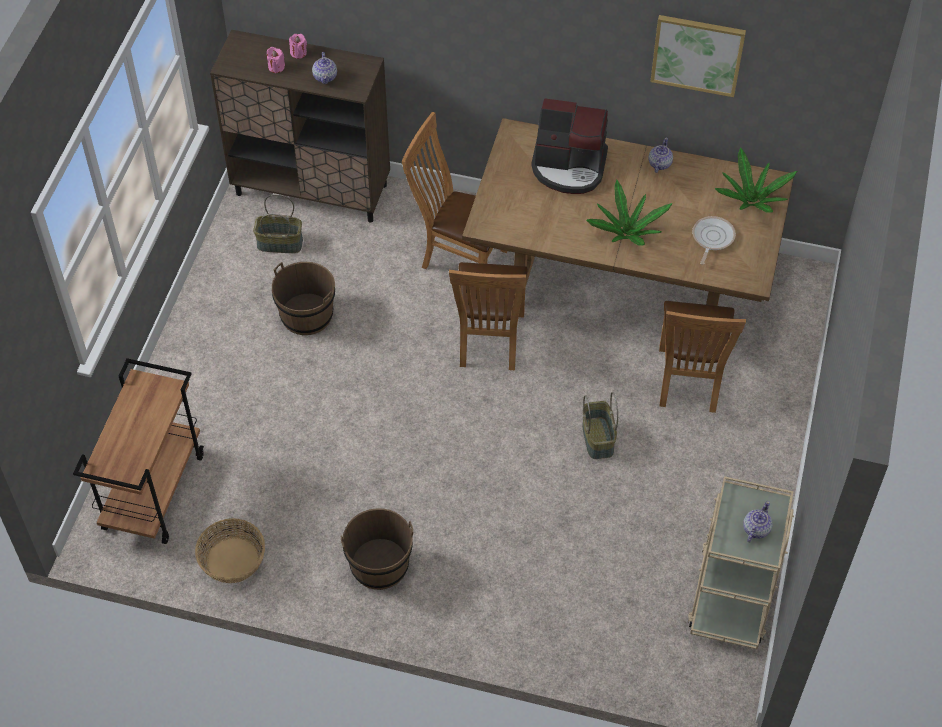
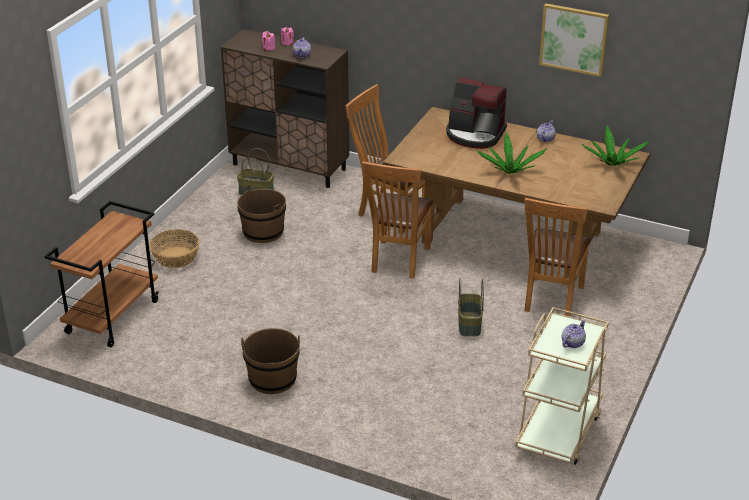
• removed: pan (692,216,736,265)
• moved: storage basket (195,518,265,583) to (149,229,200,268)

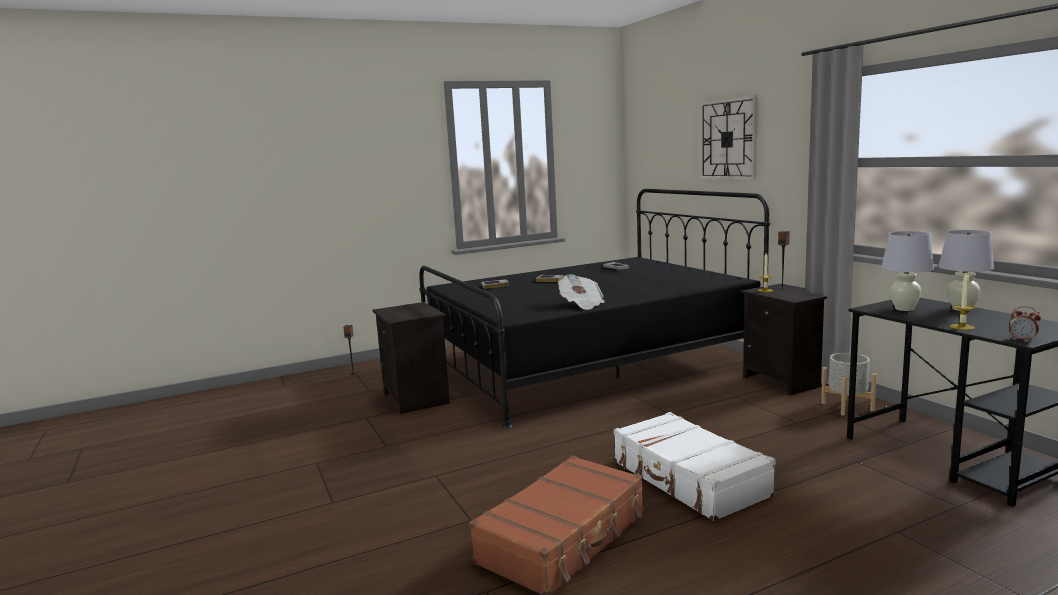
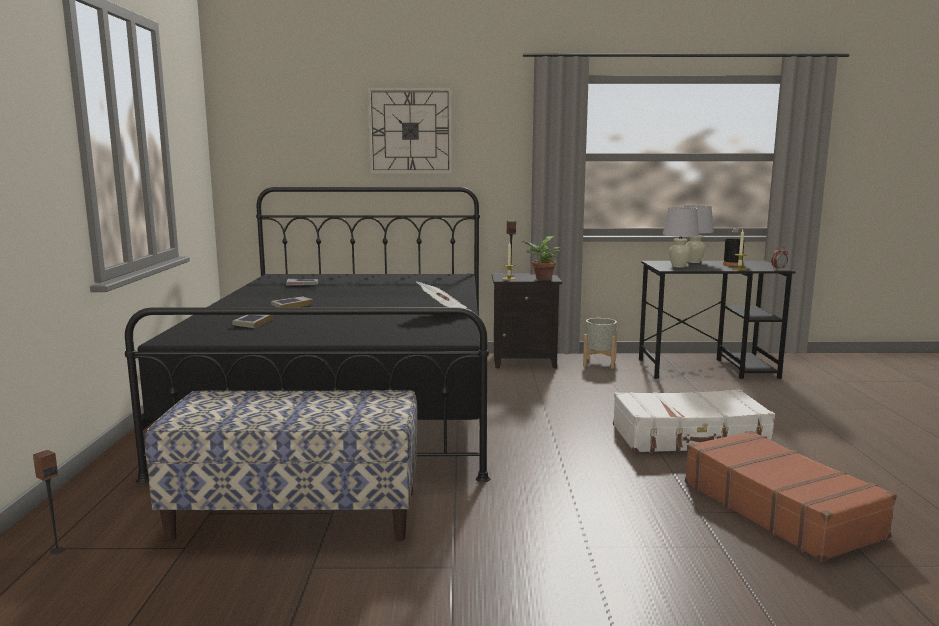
• added: plant in a pot (522,236,561,281)
• added: drink bottle/blackish (723,229,744,266)
• replaced: night table/blackish (373,302,450,414) to indoor bench (145,390,417,541)

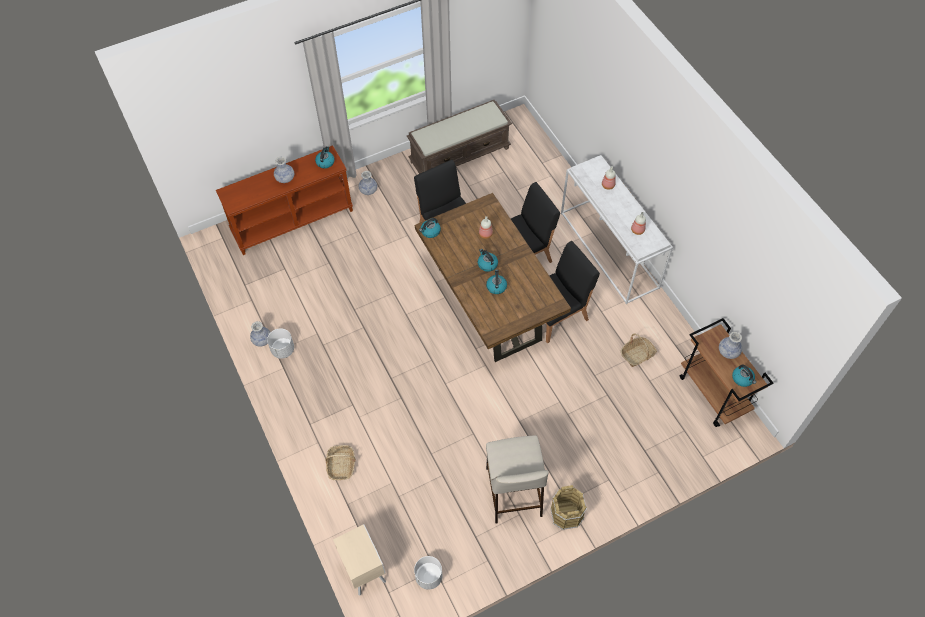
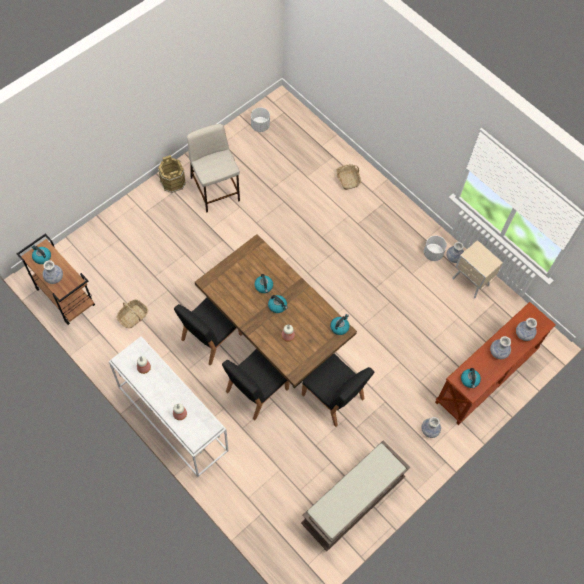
• added: vase (516,318,537,341)
• moved: night table/beige (333,525,386,595) to (453,240,503,299)

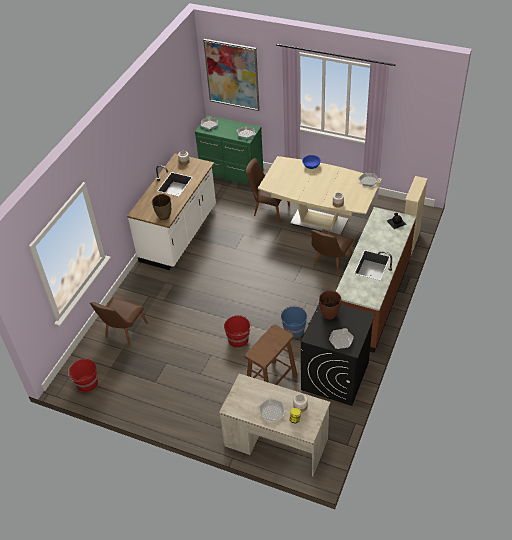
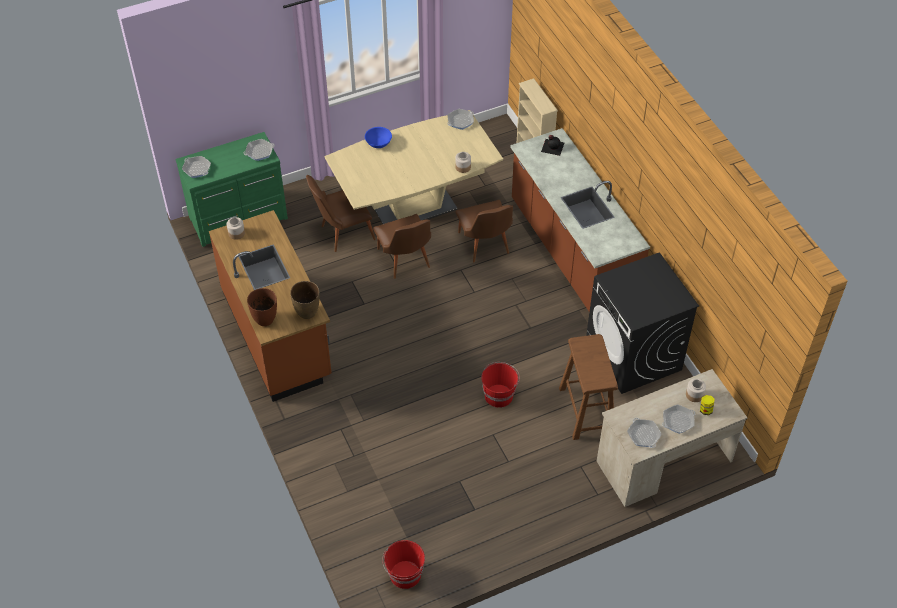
• removed: picture (203,39,260,111)
• removed: bucket/bluish (280,306,307,338)
• moved: plain chair/brownish (90,297,148,346) to (373,214,431,279)
• moved: vase/brownish (319,290,341,320) to (247,288,277,326)
• moved: pan (329,328,354,349) to (627,418,662,448)
• recoloured: counter/whitish (127,154,216,270) to counter/brownish (209,210,332,402)

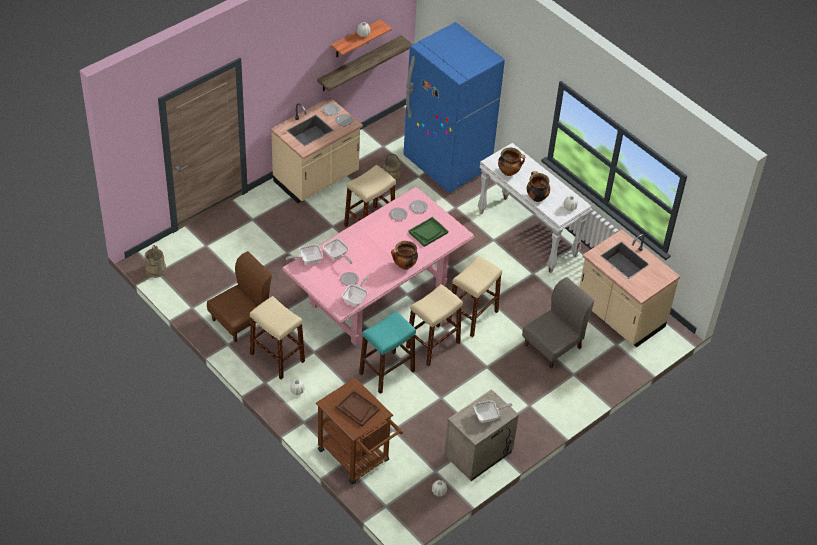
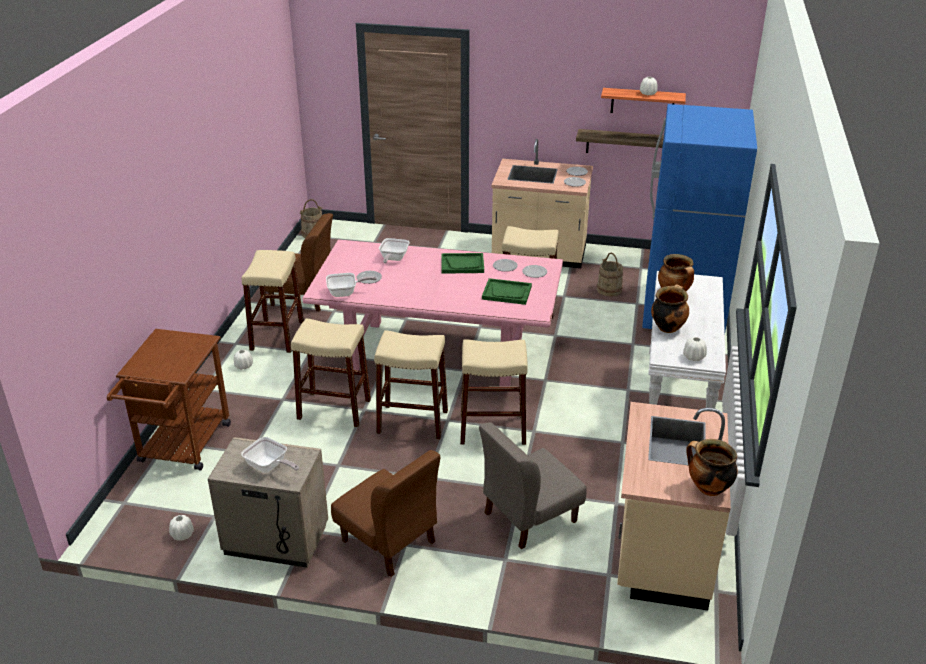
• removed: pan (286,244,323,265)
• removed: serving tray/brownish (335,390,380,427)
• added: plain chair/brownish (331,450,440,577)
• added: serving tray/greenish (441,253,484,274)
• moved: cooking pot (391,241,418,270) to (686,439,738,496)
• recoloured: stool/turquoise (359,311,416,394) to stool/beige (291,318,371,427)
• turned: plain chair/grey (522,277,594,368) = (479,422,586,549) 135 degrees clockwise

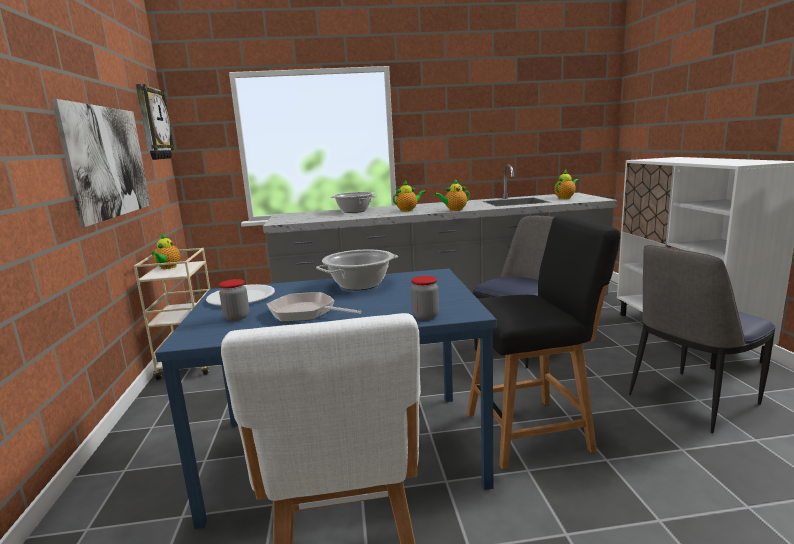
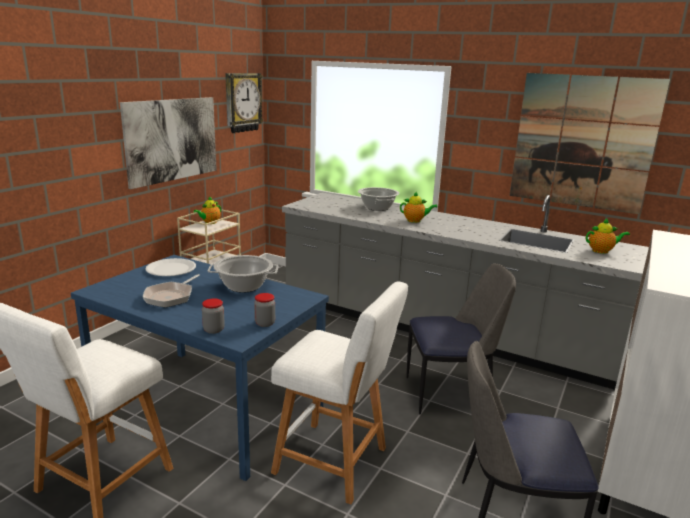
• removed: teapot (434,179,470,211)
• added: picture (509,73,670,214)
• moved: jar (219,279,249,321) to (254,293,275,327)
• recoloured: stool/blackish (467,215,621,469) to stool/whitish (271,281,408,504)
• turned: pan (267,292,362,322) = (143,274,200,308) 135 degrees counterclockwise

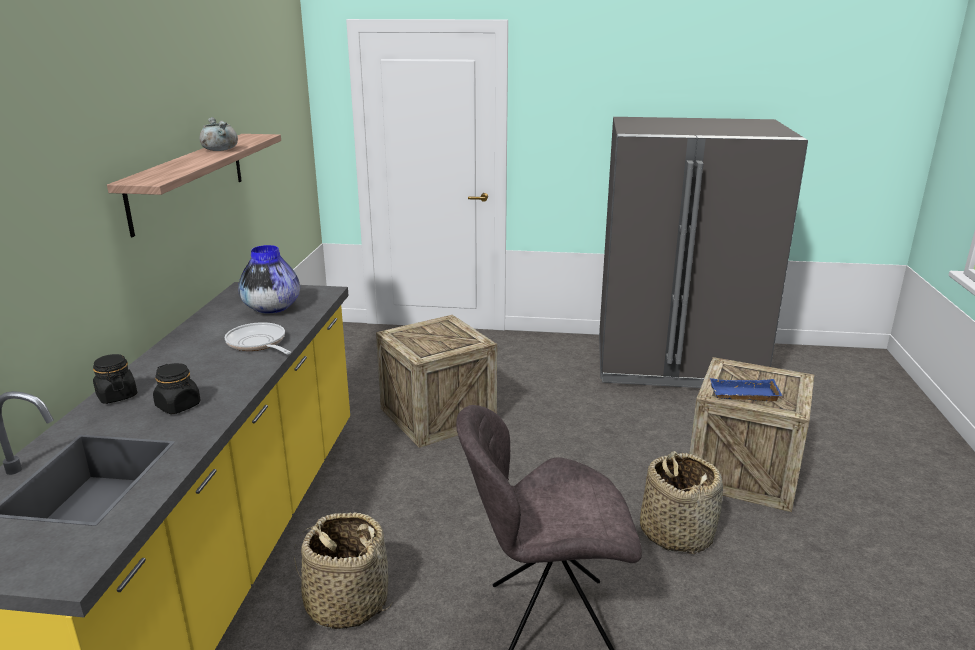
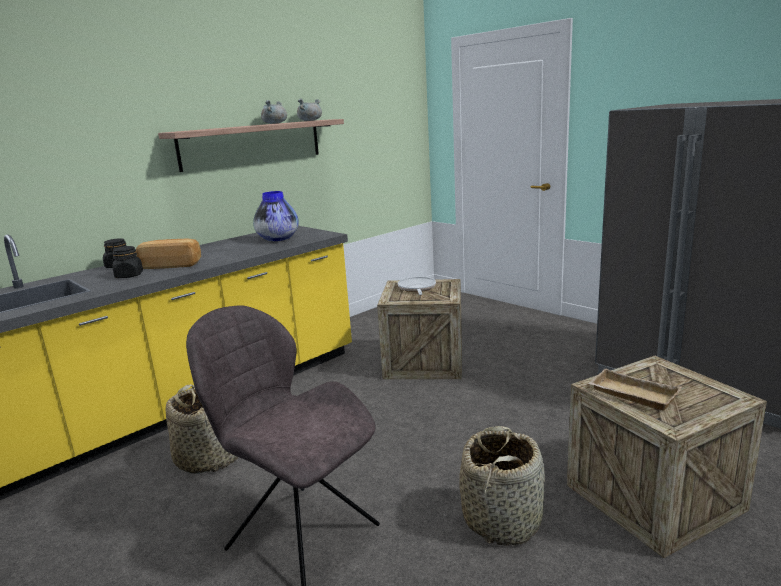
• added: bakery bread (136,239,201,269)
• added: cooking pot/grey (297,98,322,121)
• moved: pan (225,322,291,354) to (398,276,436,295)
• recoloured: serving tray/bluish (710,378,783,401) to serving tray/beige (588,368,682,411)

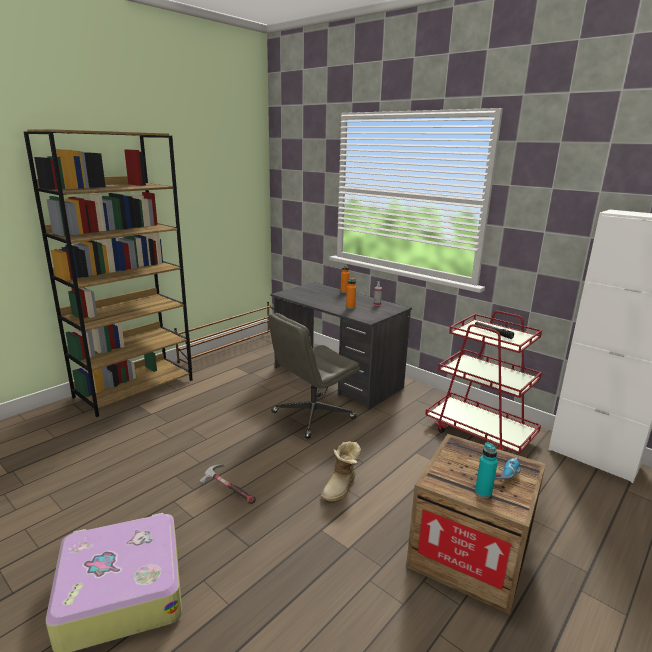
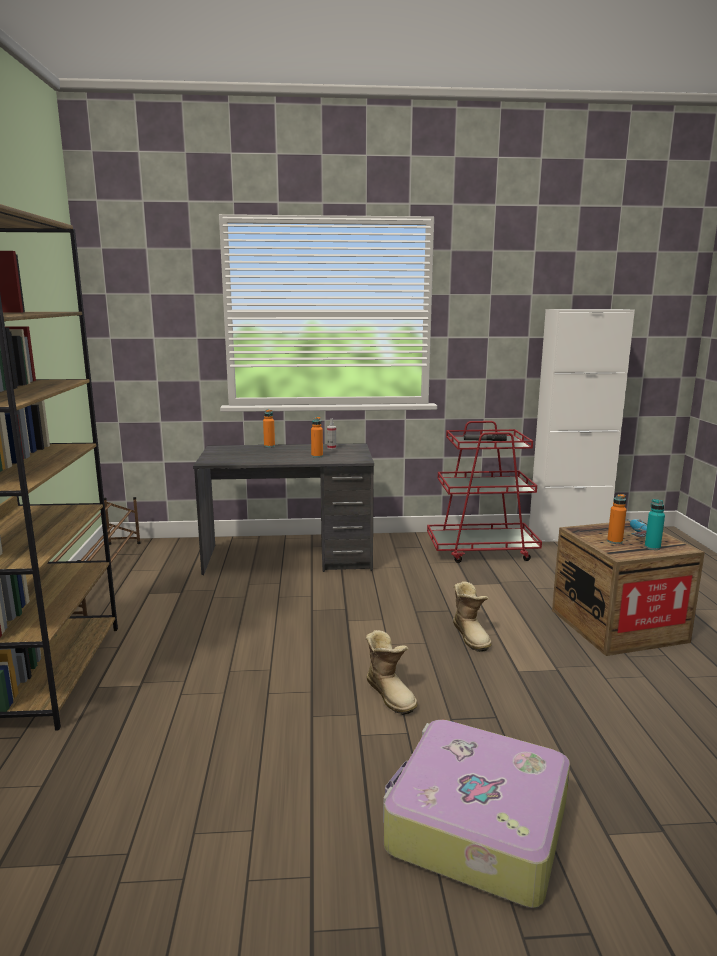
• removed: office chair/grey (268,313,360,439)
• added: drink bottle/orangey (607,494,627,544)
• replaced: hammer (200,464,256,504) to boot (365,630,418,715)

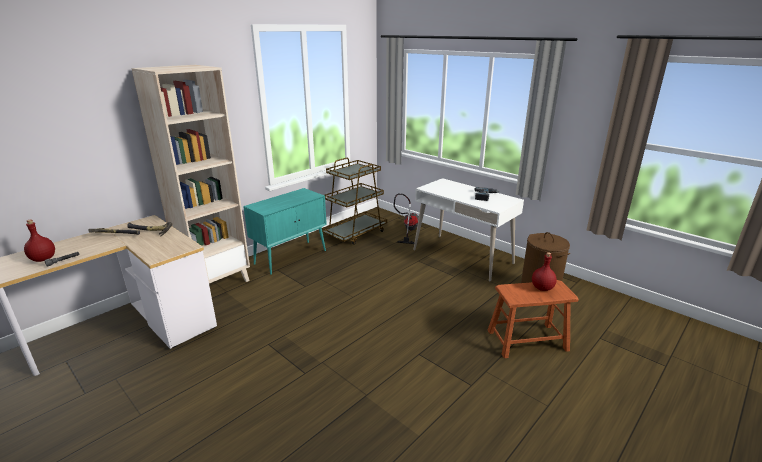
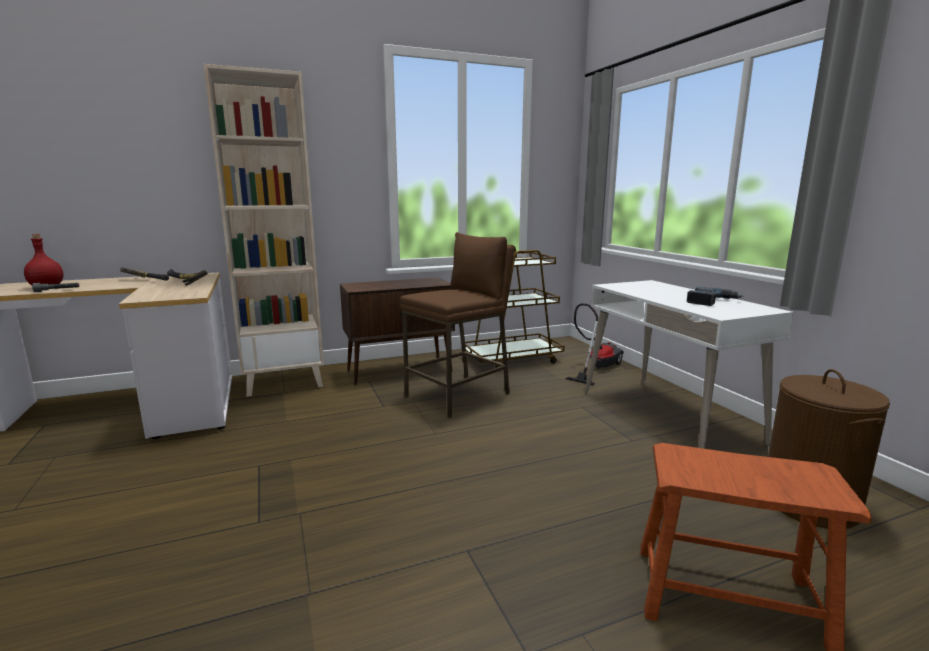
• removed: drink bottle/reddish (532,252,557,291)
• added: stool/brownish (400,232,514,418)
• recoloured: cupboard/turquoise (243,188,327,275) to cupboard/brownish (340,277,455,385)

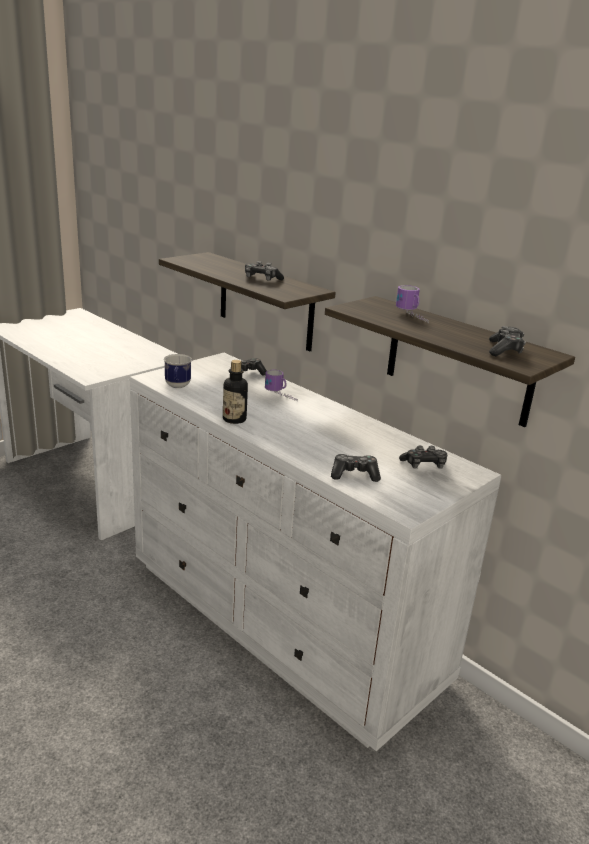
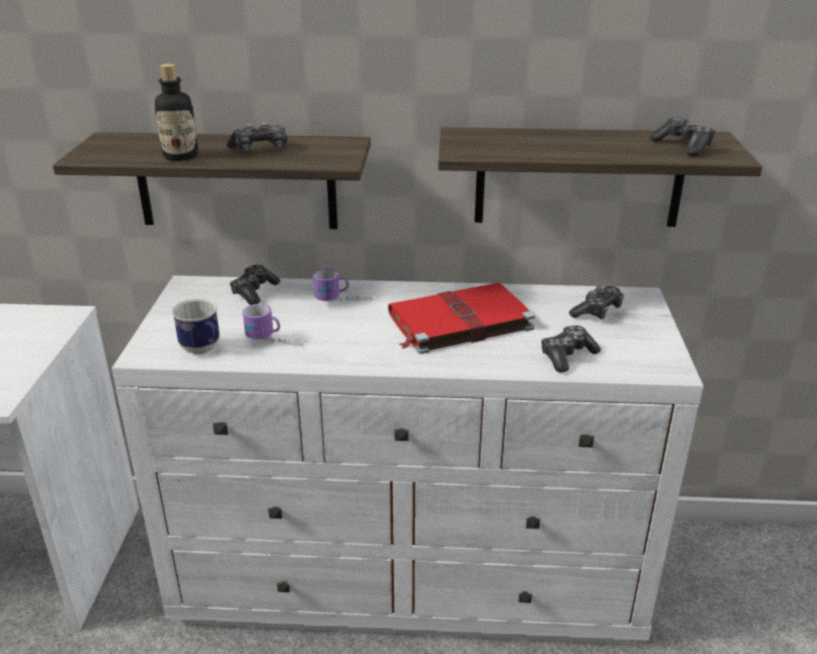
• added: volume/reddish (388,283,535,354)
• moved: drink bottle (223,360,248,424) to (155,64,198,161)
• moved: coffee mug (396,285,429,323) to (243,304,304,347)

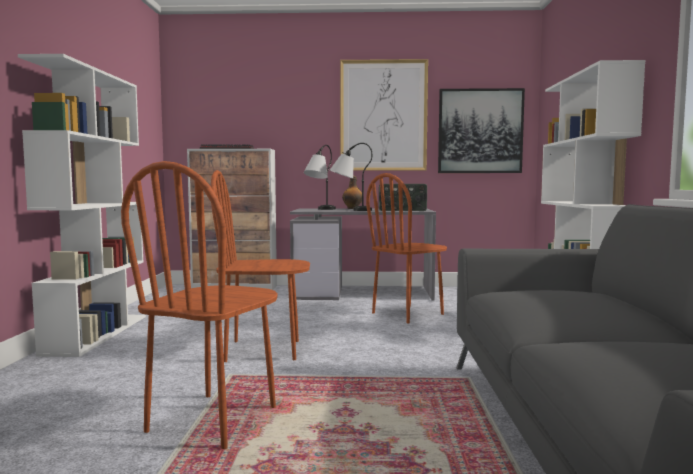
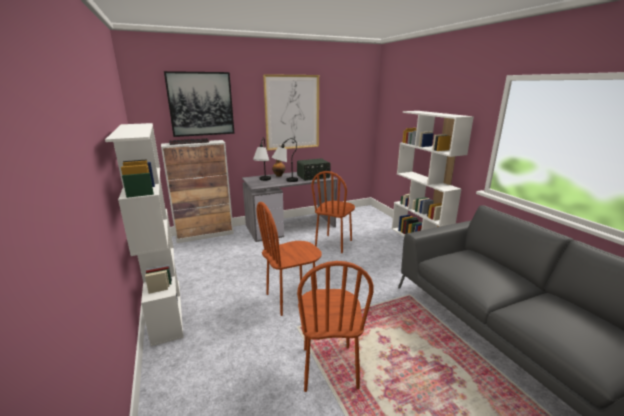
• moved: picture (438,88,525,173) to (164,71,235,137)

